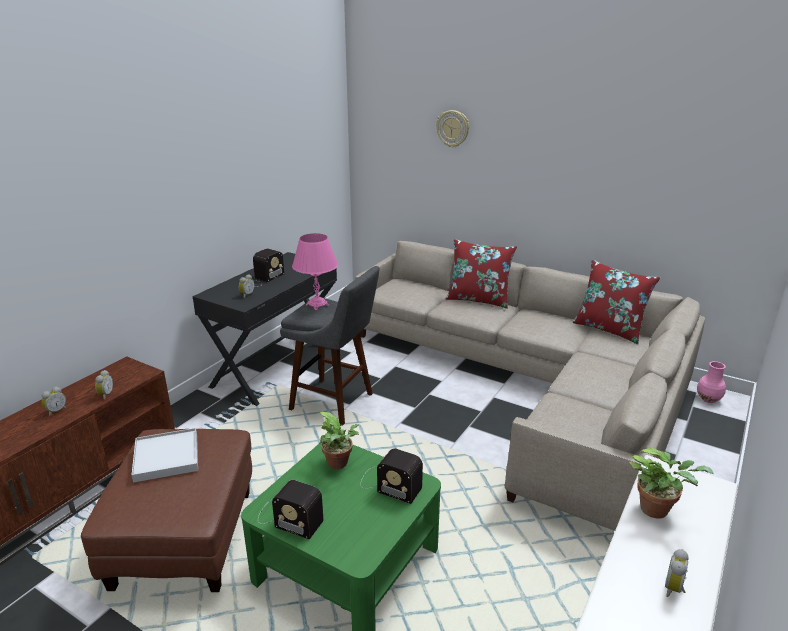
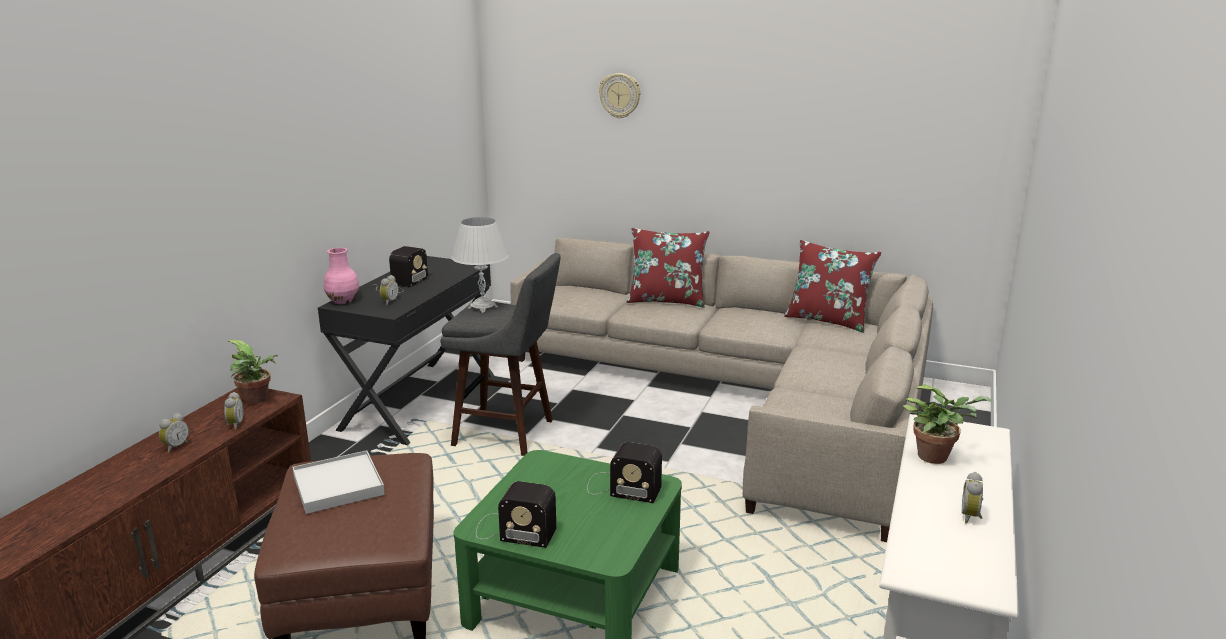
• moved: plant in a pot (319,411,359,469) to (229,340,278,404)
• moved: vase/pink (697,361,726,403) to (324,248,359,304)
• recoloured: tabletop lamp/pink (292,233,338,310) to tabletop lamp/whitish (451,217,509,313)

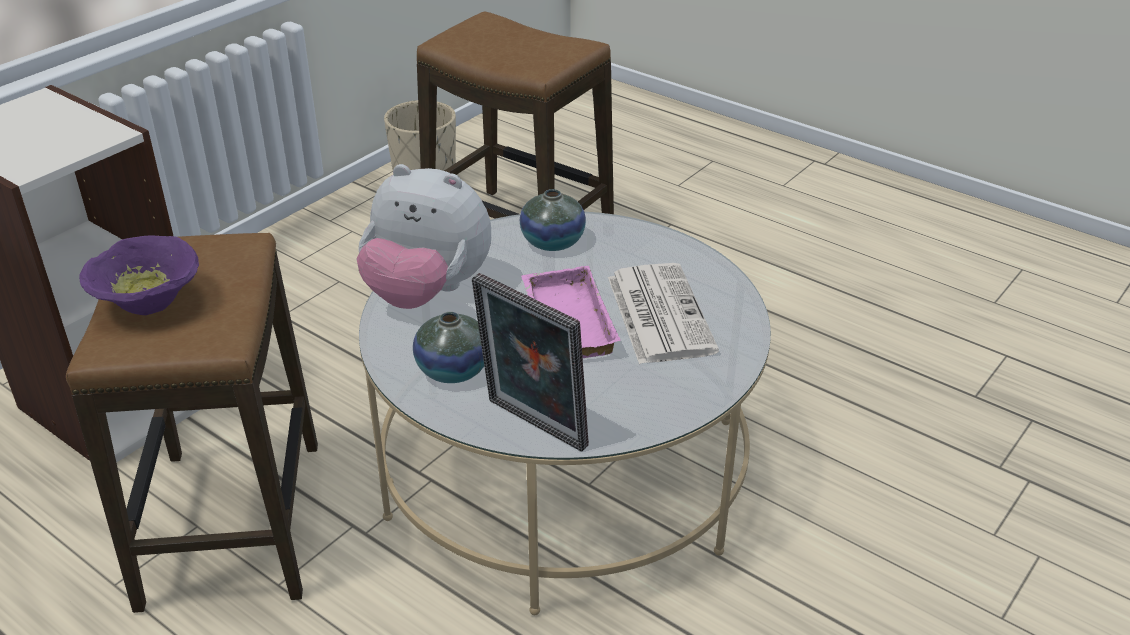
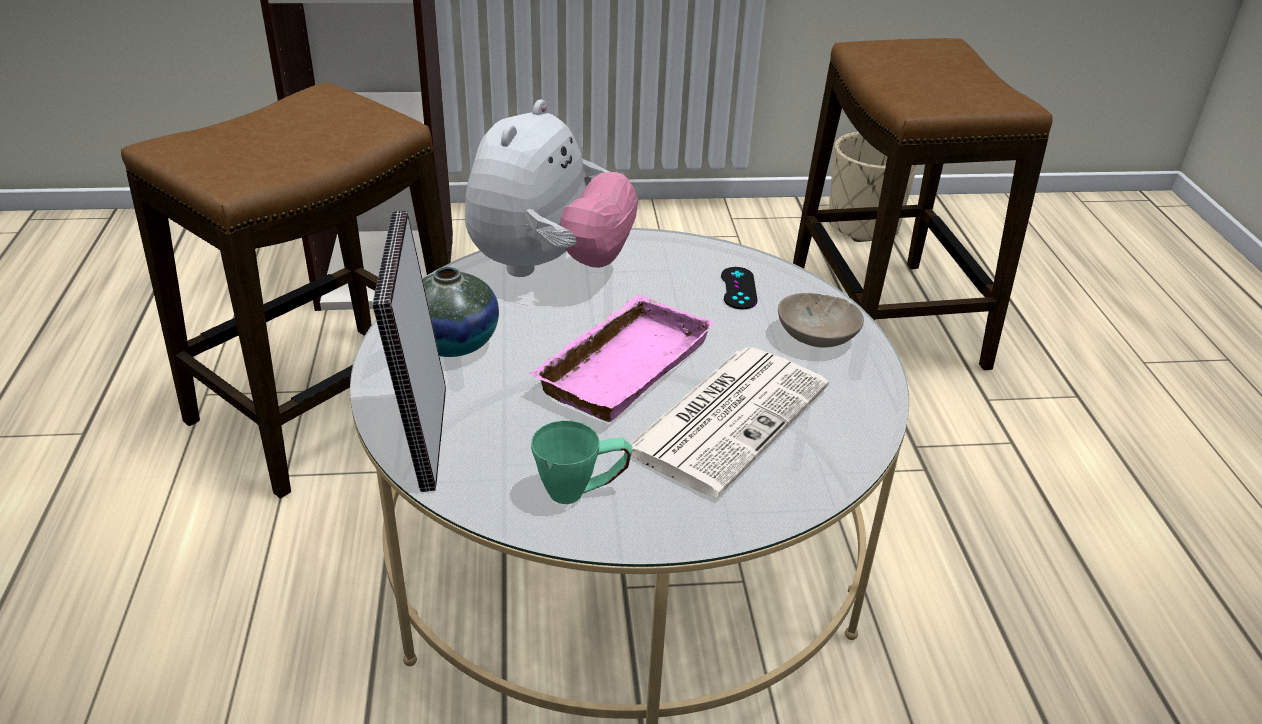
• removed: serving bowl/purple (79,235,199,315)
• added: coffee mug/greenish (531,420,633,504)
• added: serving bowl/beige (778,293,864,347)
• replaced: vase (520,189,586,251) to gamepad/blackish (721,267,758,309)
• turned: cuddly toy (356,164,491,309) = (465,99,638,277) 135 degrees counterclockwise

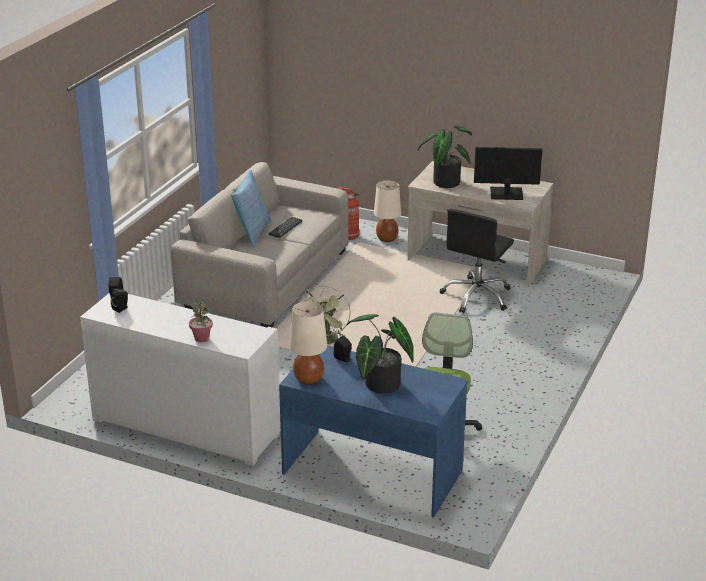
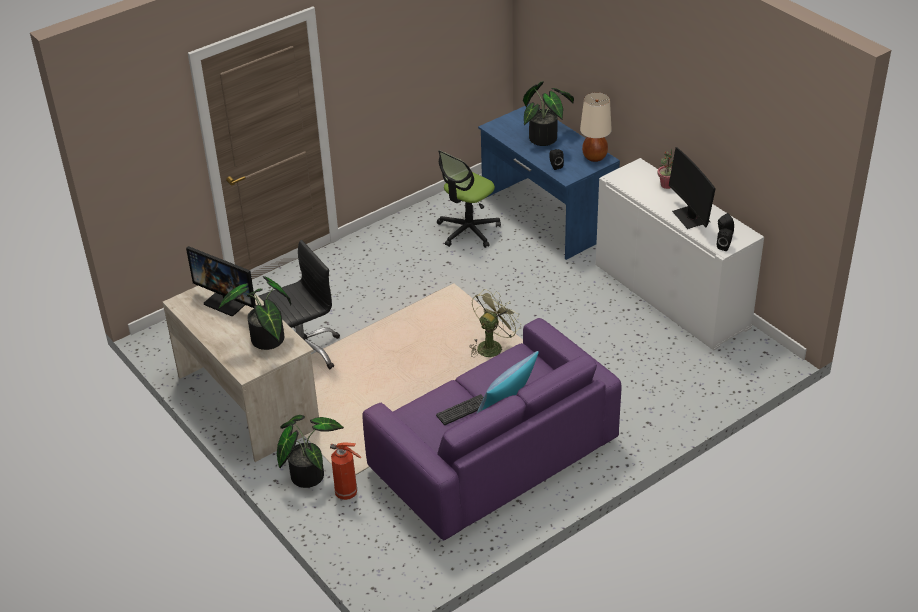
• added: computer screen (669,147,716,229)
• replaced: tabletop lamp/beige (374,180,401,242) to plant in a pot (277,415,344,488)
• recoloured: couch/beige (171,162,349,327) to couch/purple (363,318,622,540)

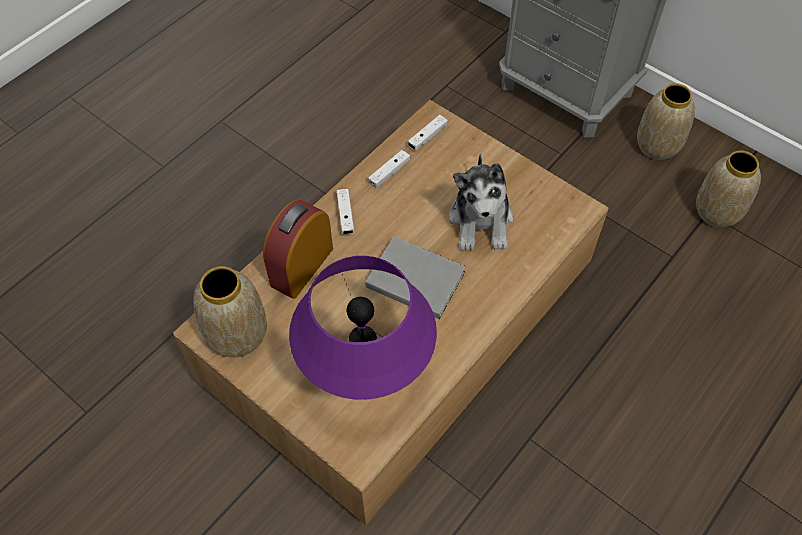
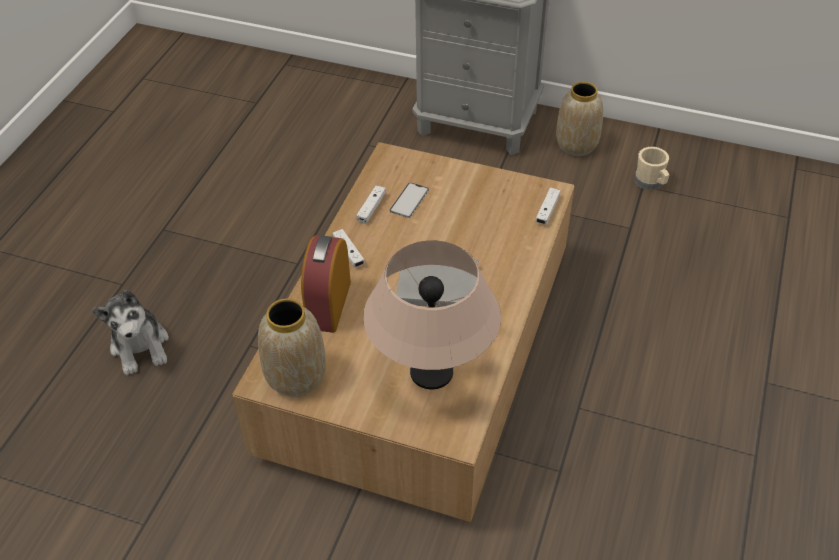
• added: handset (390,182,429,218)
• moved: gamepad/whitish (408,115,448,150) to (535,188,560,224)
• moved: cuddly toy (449,154,513,251) to (92,289,169,376)
• replaced: vase (696,151,761,227) to coffee mug/beige (634,147,670,190)
• recoloured: tabletop lamp/purple (289,256,437,400) to tabletop lamp/beige (363,241,501,389)

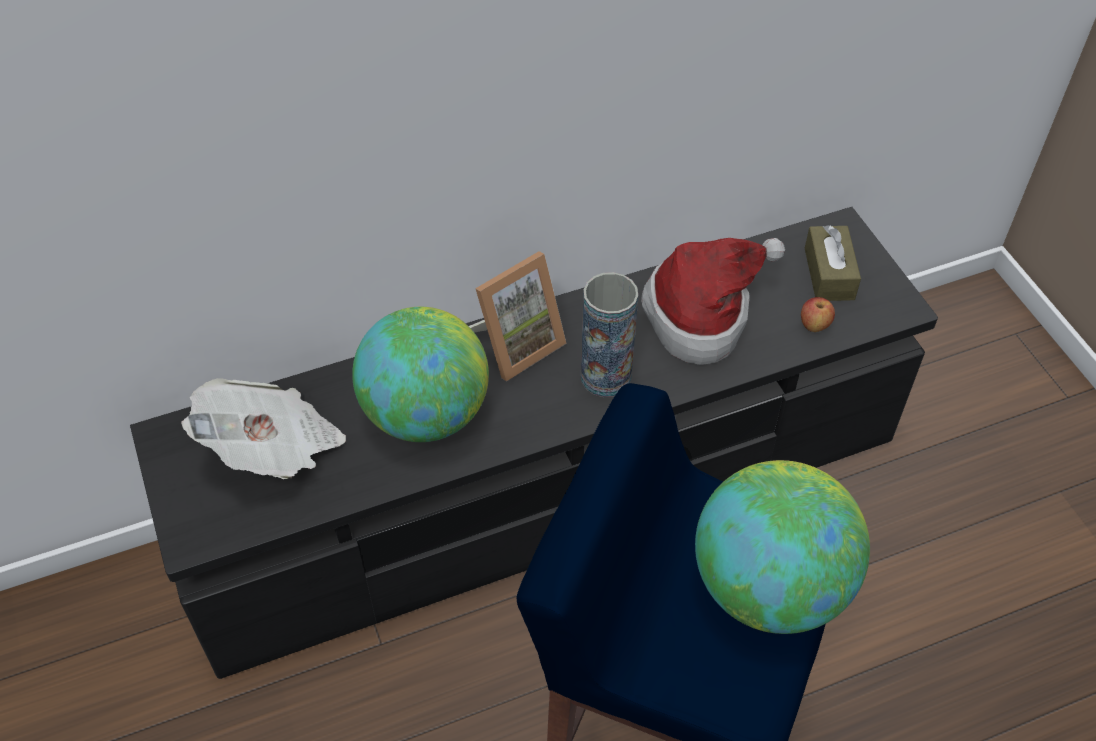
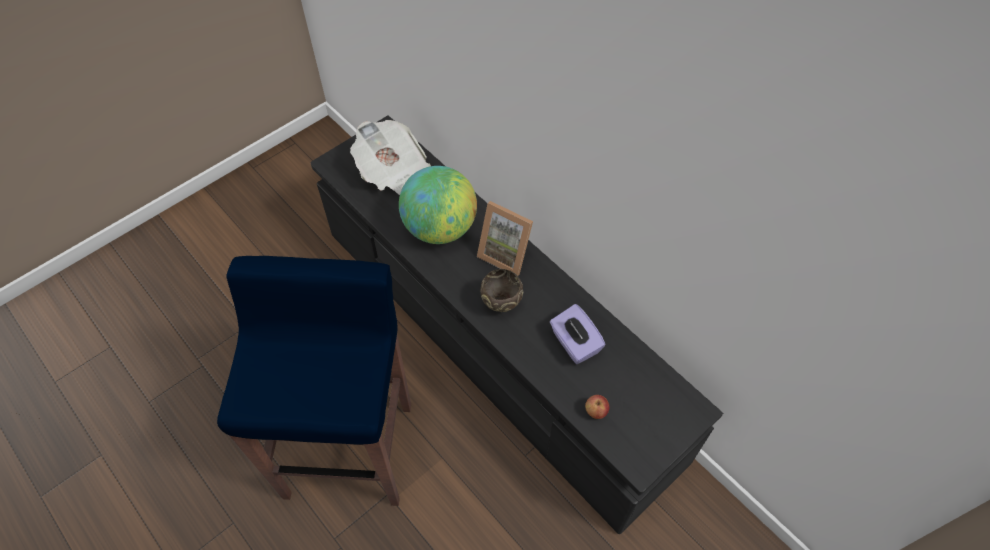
• removed: desk globe (695,460,870,634)
• removed: box of tissues/brownish (805,225,861,301)
• replaced: vase (581,272,638,397) to serving bowl/brownish (480,269,523,312)
• replaced: clothing hat (641,238,785,365) to box of tissues/purple (550,304,606,364)

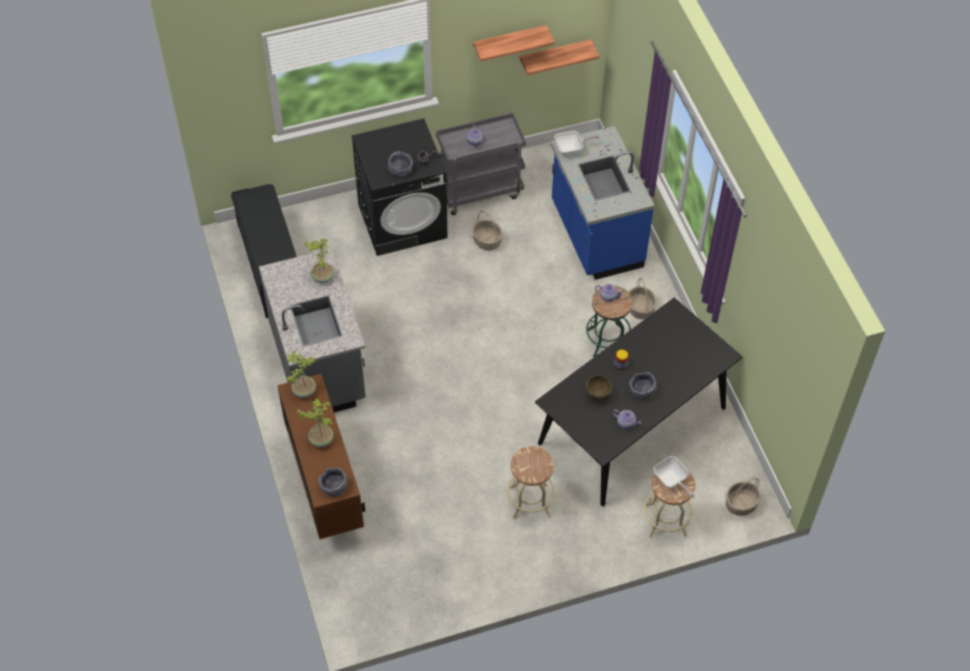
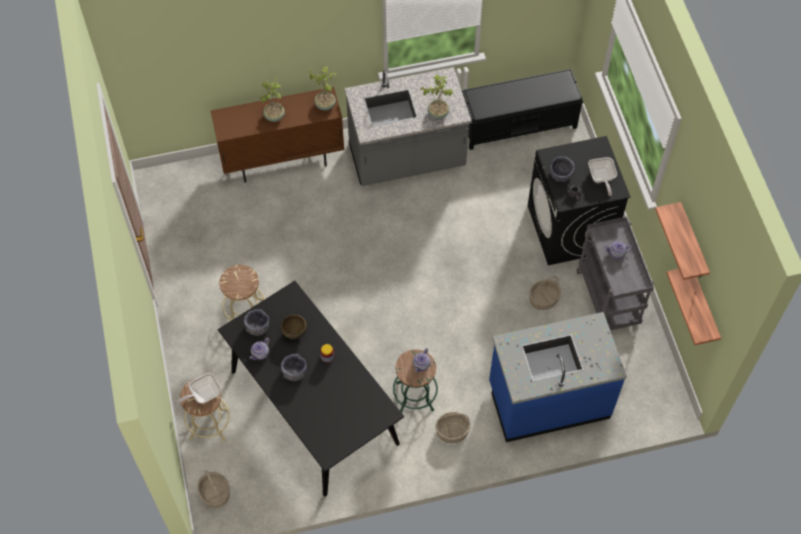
• moved: serving bowl/grey (319,468,348,497) to (244,309,269,336)
• moved: pan (554,131,599,156) to (588,157,617,196)

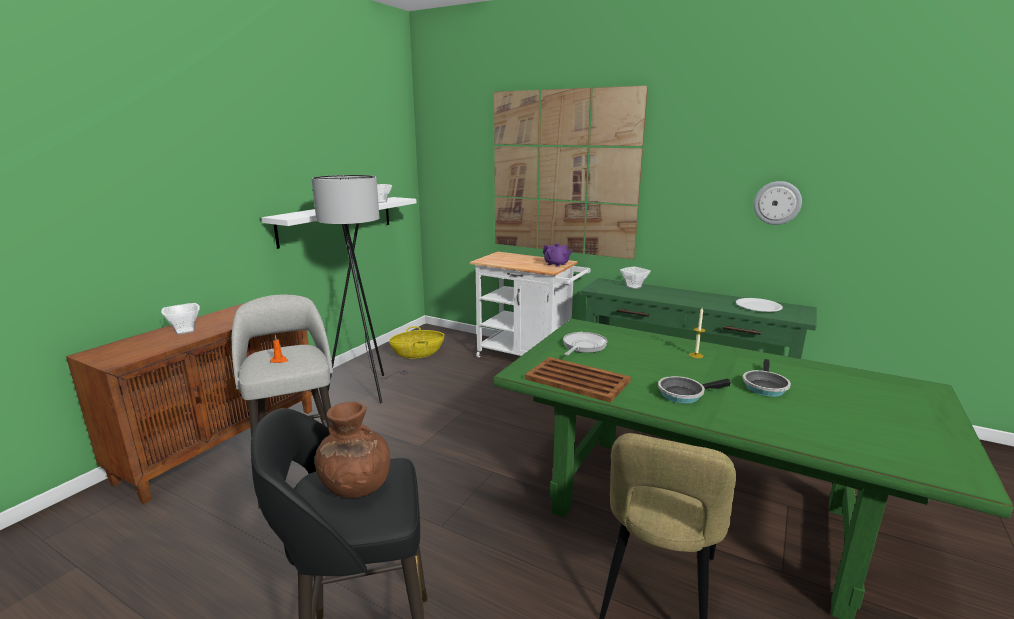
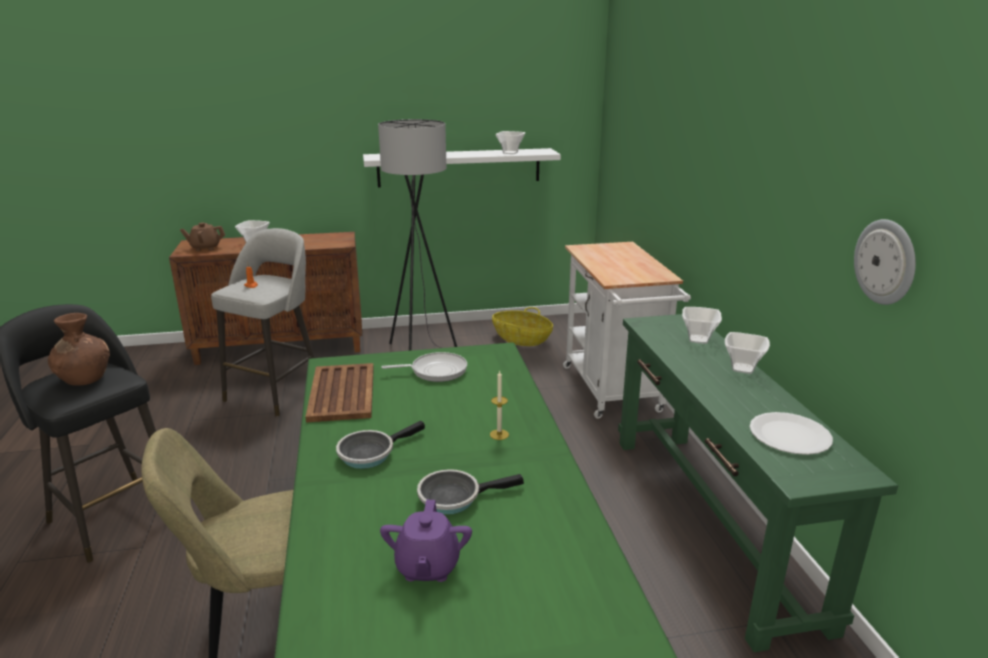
• removed: picture (494,86,648,259)
• added: teapot/brownish (180,223,225,251)
• added: serving bowl (725,332,770,374)
• moved: teapot/purple (543,243,572,267) to (380,500,472,582)
• turned: pan (658,376,731,404) = (336,421,425,469) 75 degrees counterclockwise

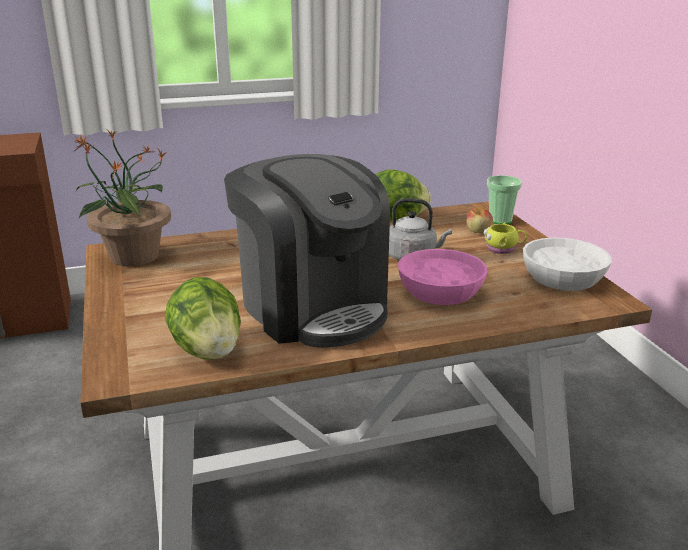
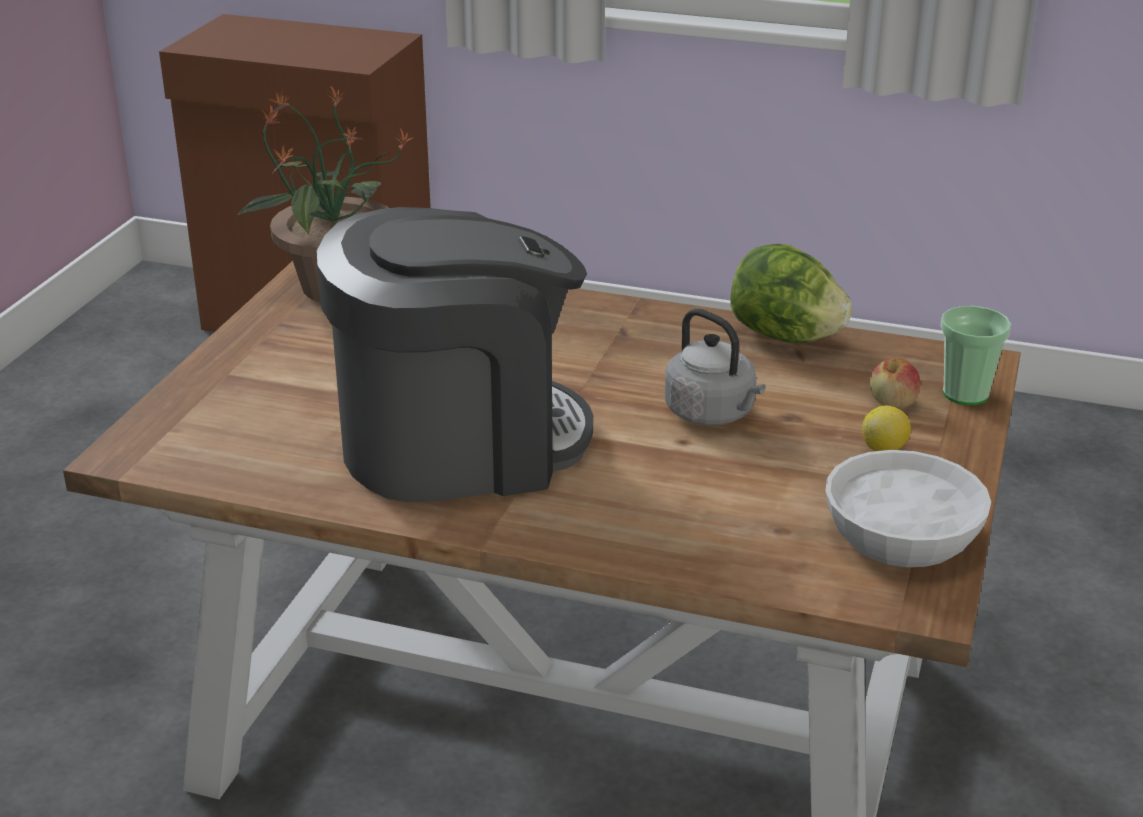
• removed: head of lettuce (165,277,241,360)
• removed: serving bowl/pink (398,249,487,305)
• replaced: coffee mug/yellow-coloured (483,222,527,254) to lemon (862,405,911,451)
• turned: coffee machine (224,154,390,348) = (317,207,593,502) 105 degrees counterclockwise

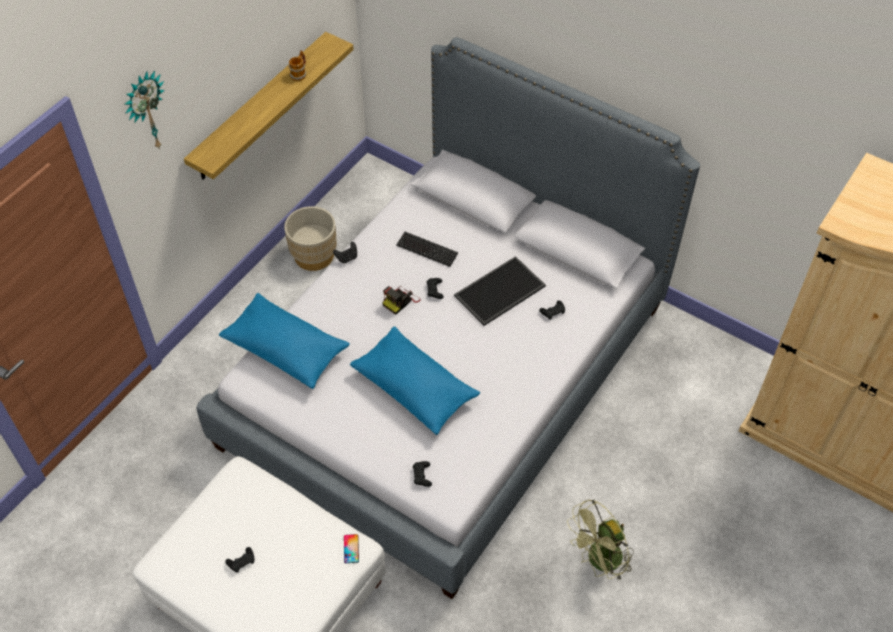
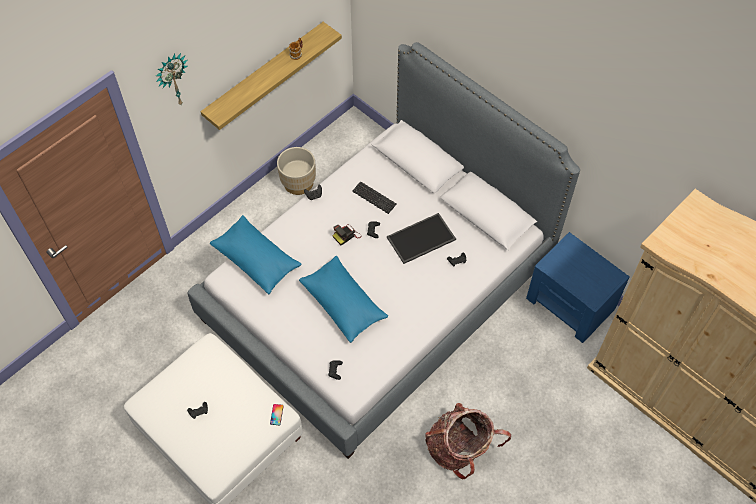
• added: night table/bluish (526,232,630,343)
• replaced: cooling fan/greenish (567,499,634,579) to rucksack (425,403,511,479)

